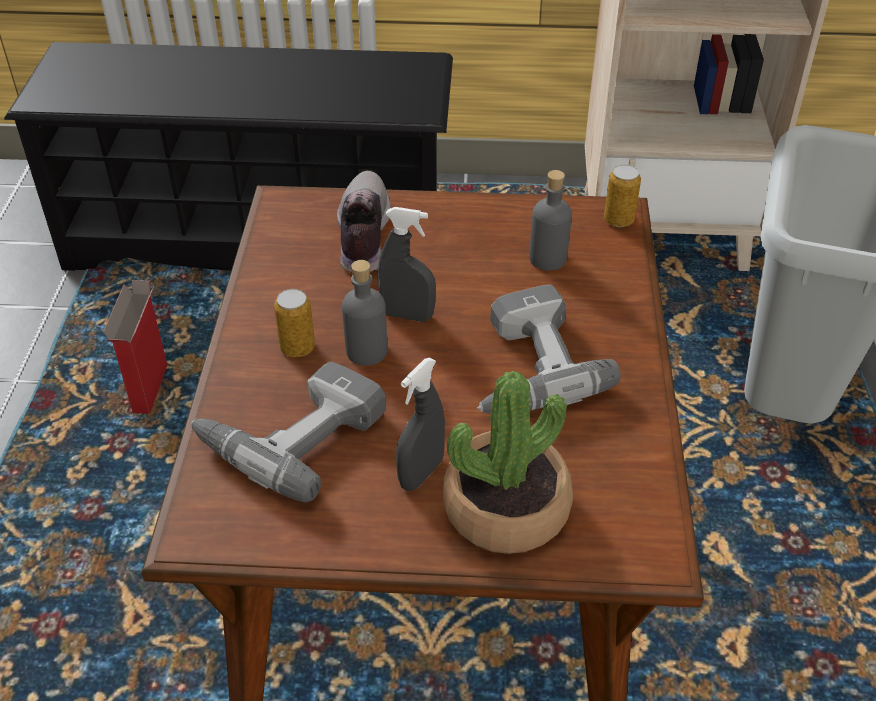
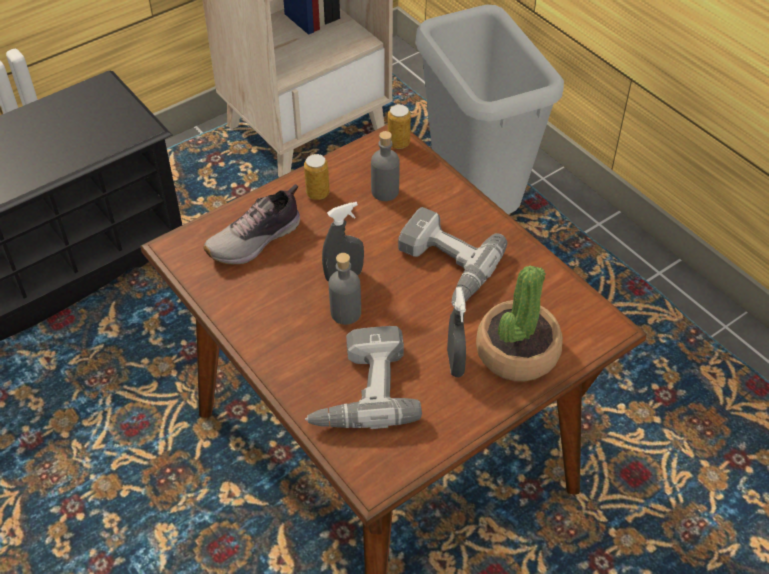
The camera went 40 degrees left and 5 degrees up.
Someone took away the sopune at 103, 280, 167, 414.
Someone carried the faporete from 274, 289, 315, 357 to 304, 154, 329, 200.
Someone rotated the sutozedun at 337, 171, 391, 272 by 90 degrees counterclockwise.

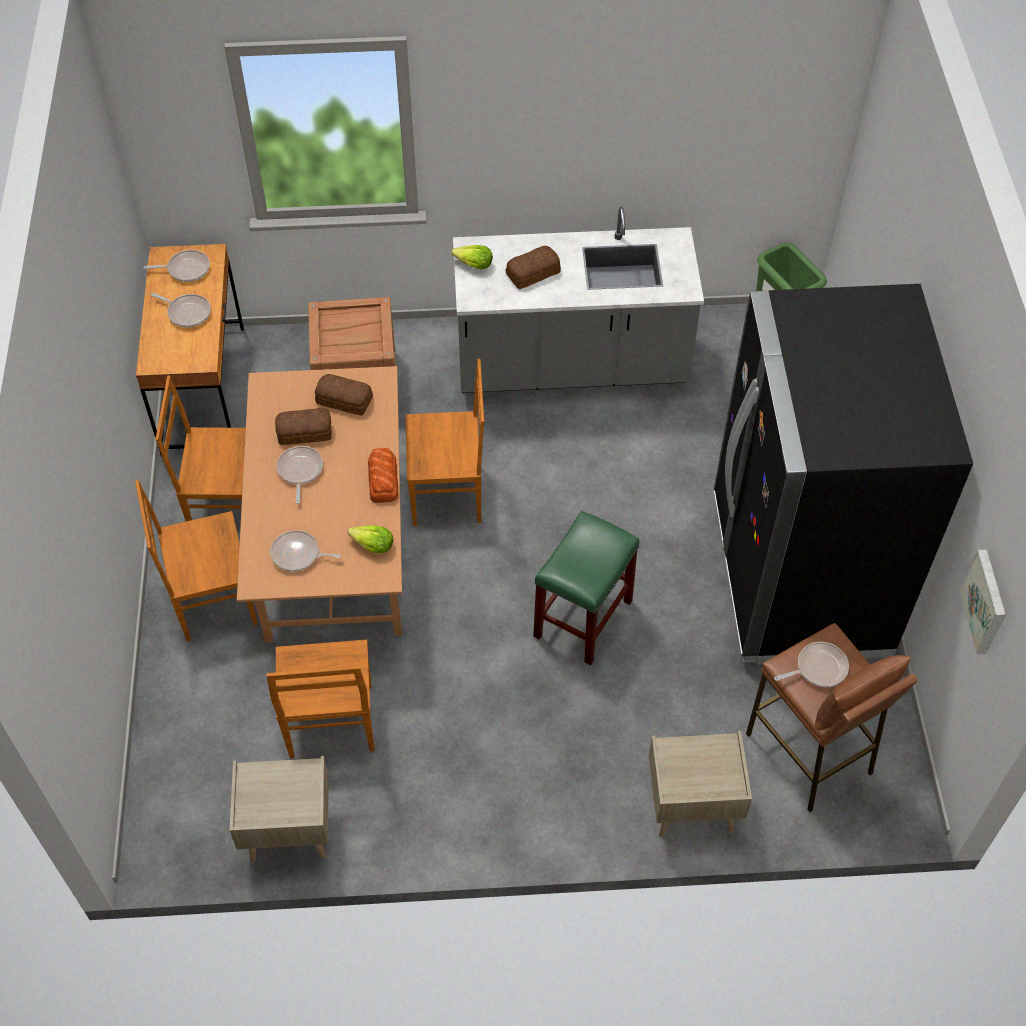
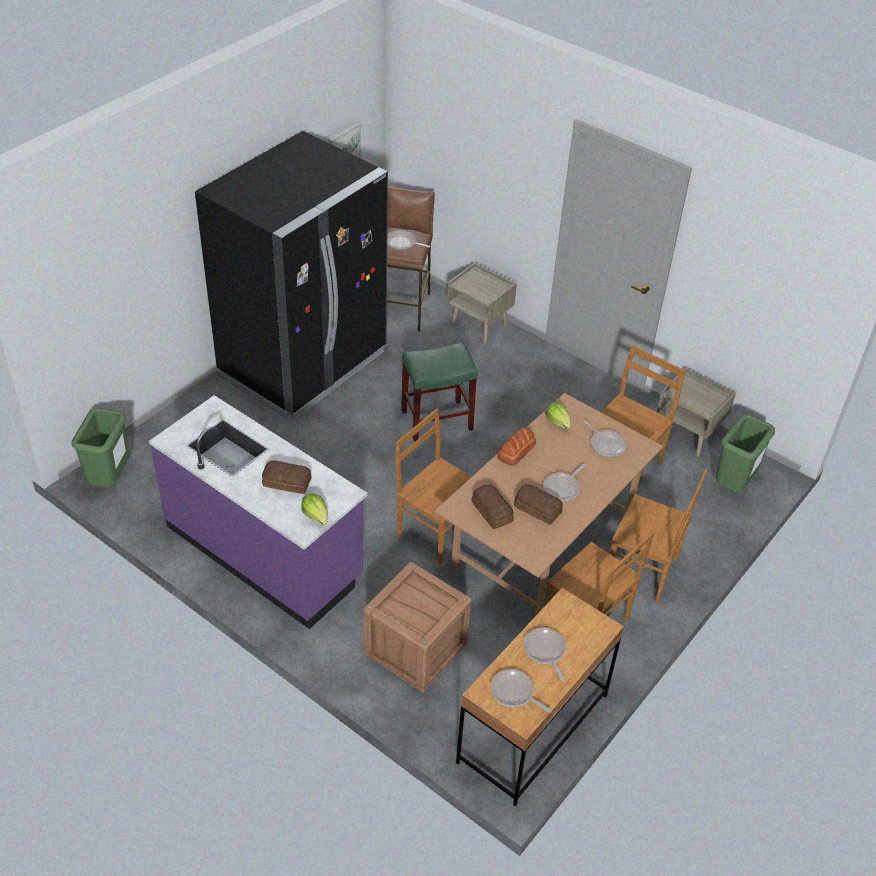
The camera went 140 degrees left and 10 degrees down.
Someone put down the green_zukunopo at 716, 414, 775, 492.
Someone repainted the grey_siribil at 453, 207, 704, 393, which became the purple_siribil at 149, 395, 368, 629.

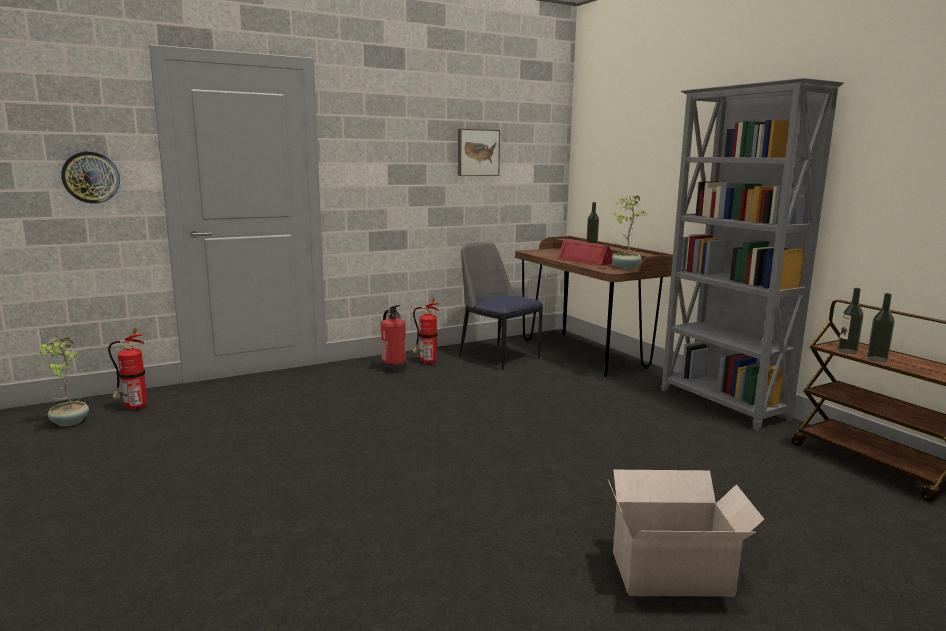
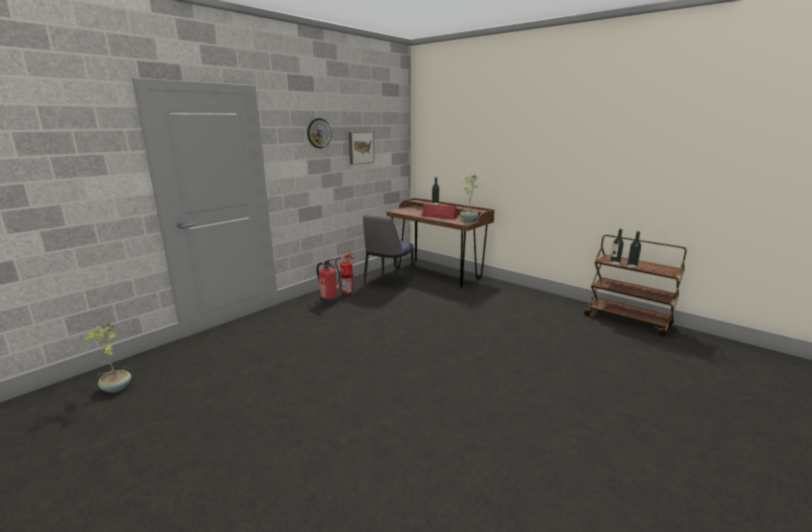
The camera went 20 degrees left and 5 degrees up.
Someone took away the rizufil at 108, 328, 147, 410.
Someone took away the sopune at 608, 470, 765, 597.
Someone took away the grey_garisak at 661, 78, 844, 431.
Someone carried the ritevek from 61, 152, 120, 204 to 307, 118, 331, 149.
Someone rotated the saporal at 459, 242, 543, 370 by 90 degrees counterclockwise.

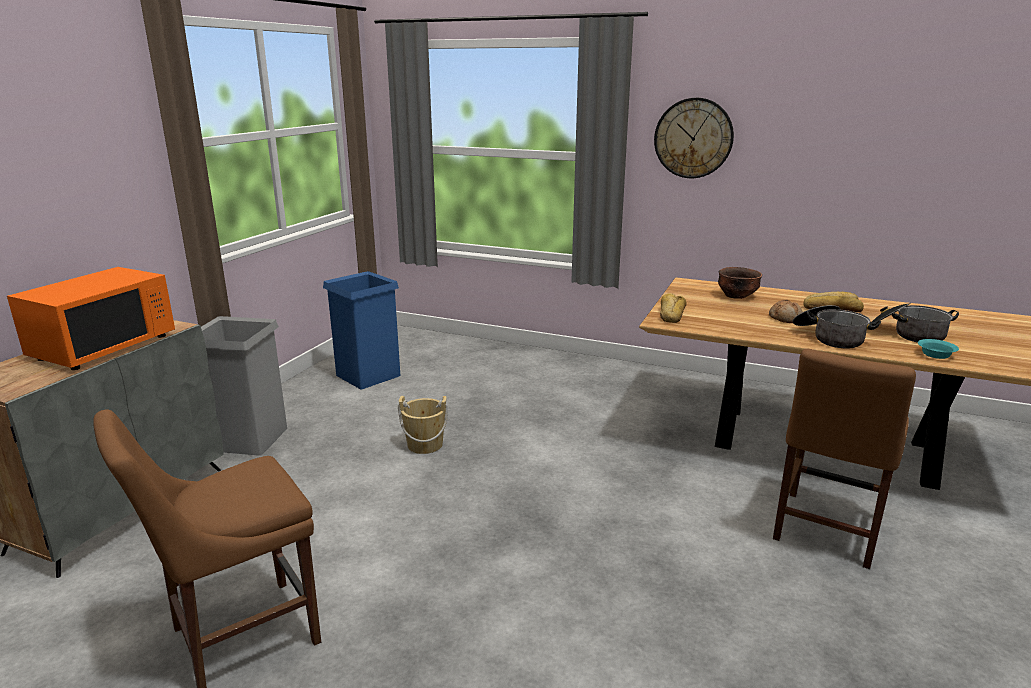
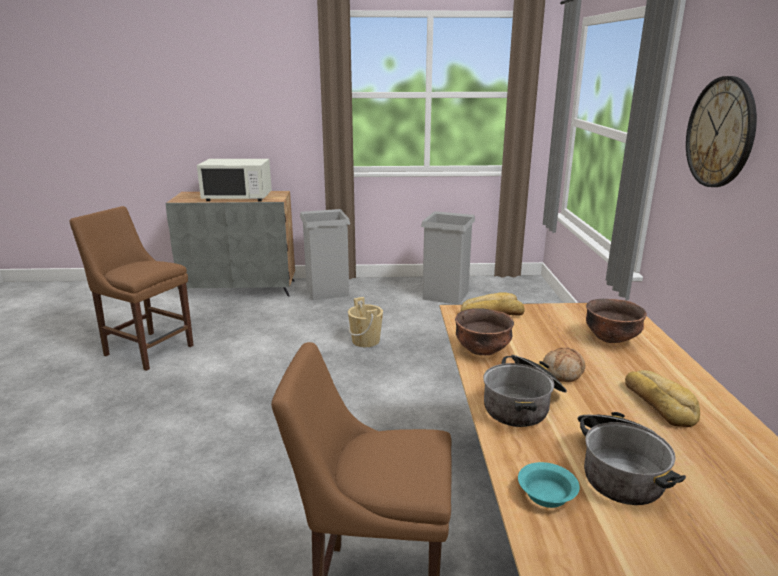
The camera went 65 degrees right and 0 degrees up.
Someone put down the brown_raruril at 455, 308, 514, 355.
Someone repainted the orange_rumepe at 7, 267, 175, 370, which became the white_rumepe at 197, 159, 272, 202.
Someone repainted the blue_zukunopo at 323, 271, 401, 389, which became the grey_zukunopo at 421, 211, 475, 305.

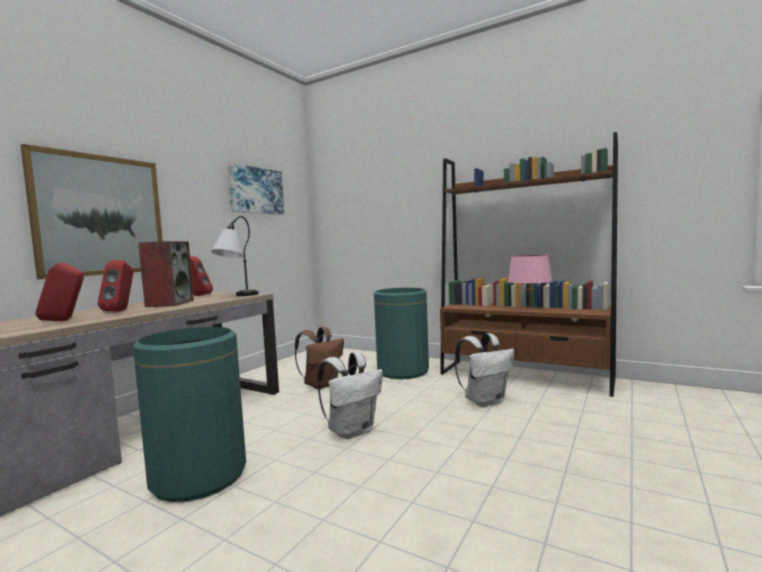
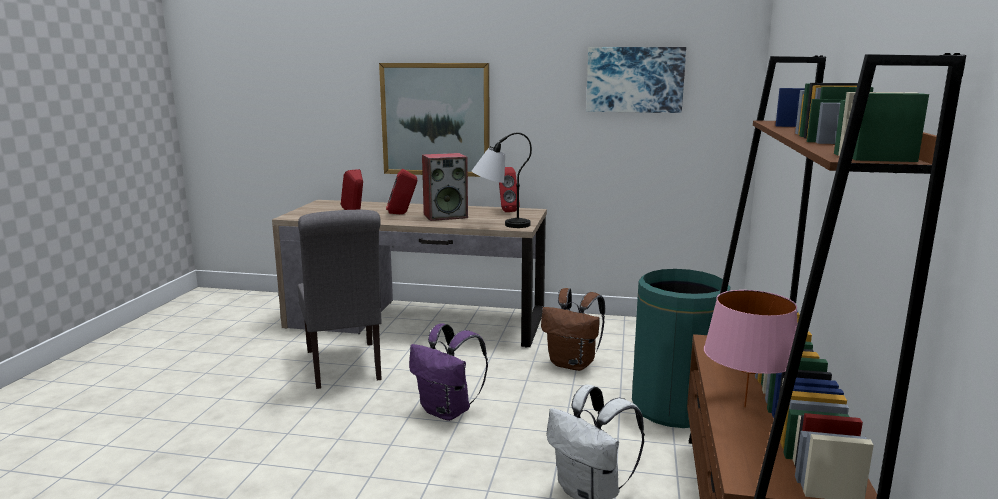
The camera went 70 degrees right and 10 degrees up.
Someone swapped the green_zukunopo at 133, 327, 246, 502 for the grey_saporal at 298, 210, 382, 389.
Someone repainted the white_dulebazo at 317, 352, 383, 439, which became the purple_dulebazo at 409, 323, 488, 421.

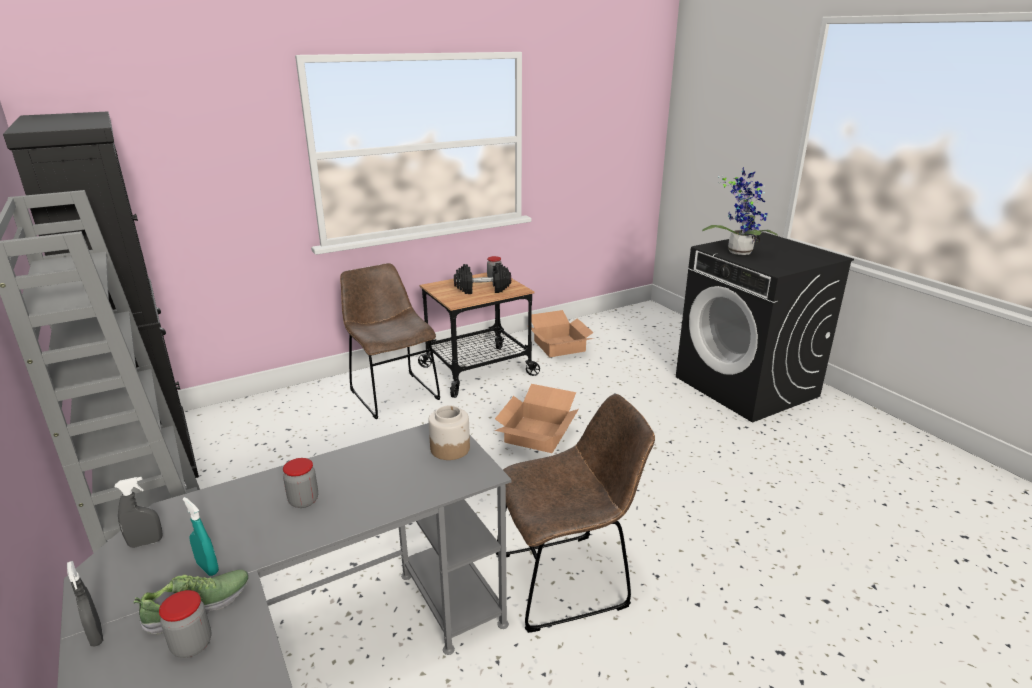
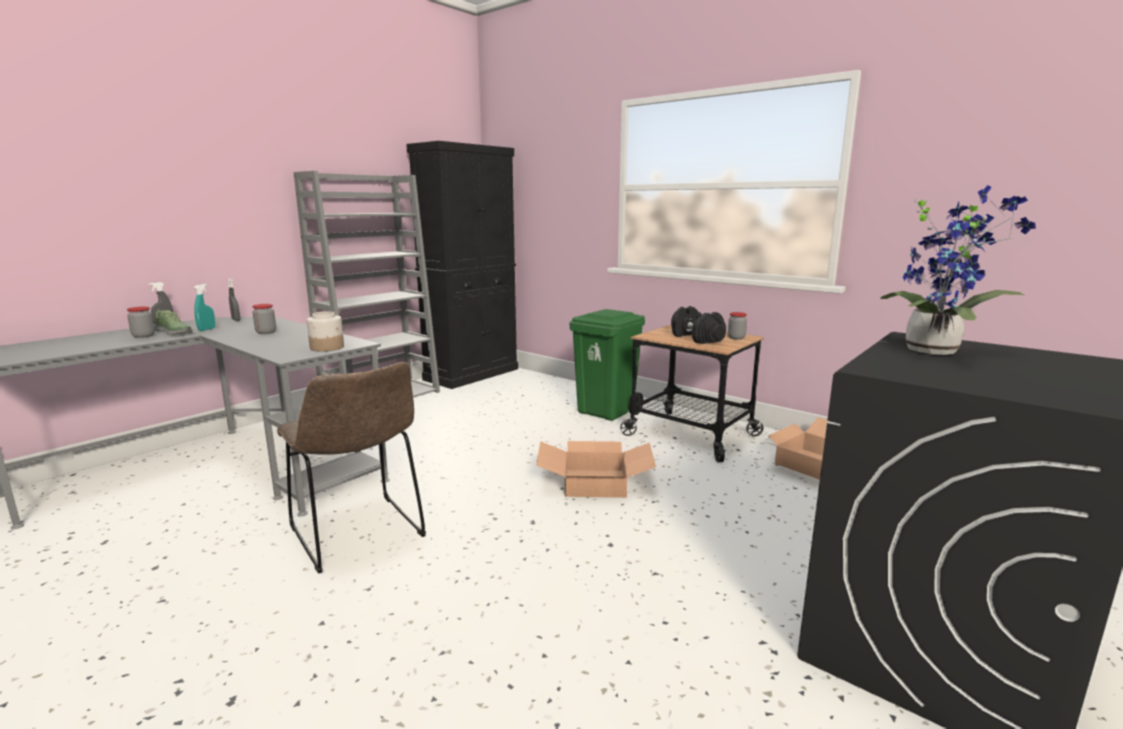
The camera went 70 degrees right and 10 degrees down.
Someone swapped the brown_saporal at 340, 263, 440, 419 for the green_zukunopo at 569, 309, 645, 421.

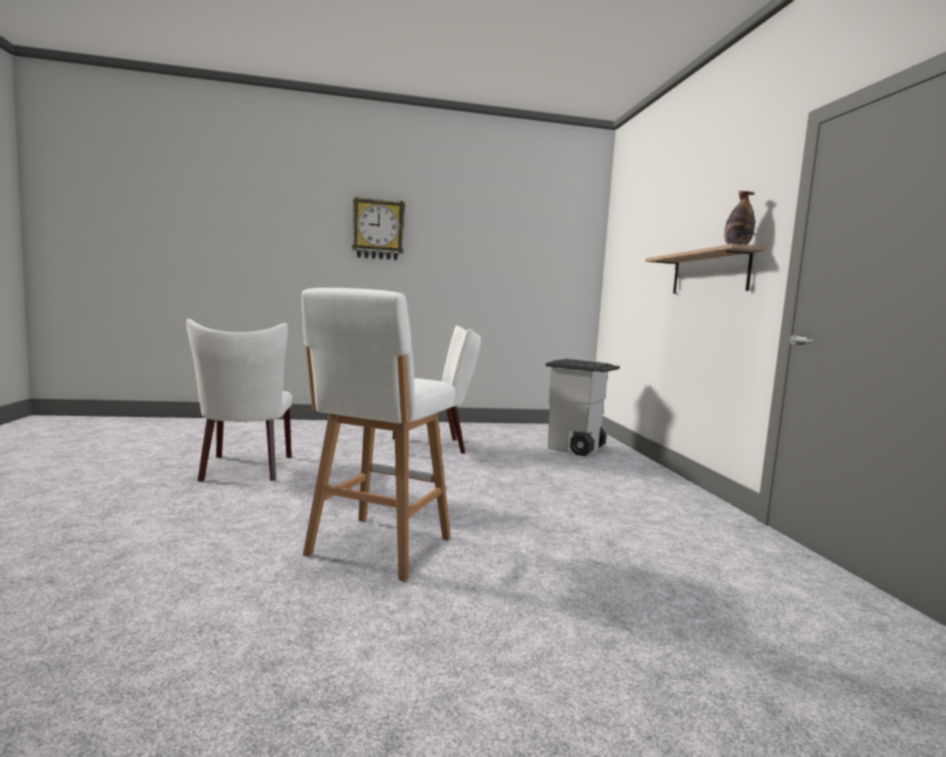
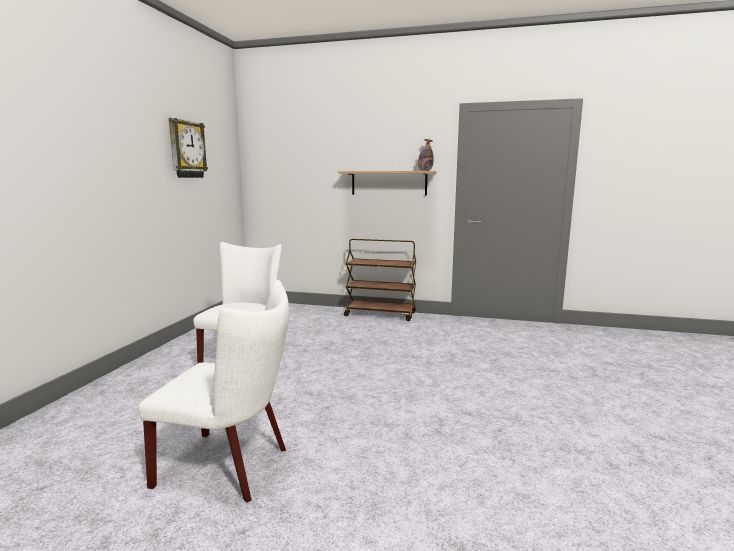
The camera went 65 degrees left and 5 degrees up.
Someone took away the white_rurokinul at 302, 288, 455, 582.
Someone took away the grey_zukunopo at 546, 359, 620, 456.
Someone put down the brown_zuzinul at 344, 239, 416, 321.
Someone carried the ritevek from 352, 197, 405, 260 to 169, 118, 208, 178.

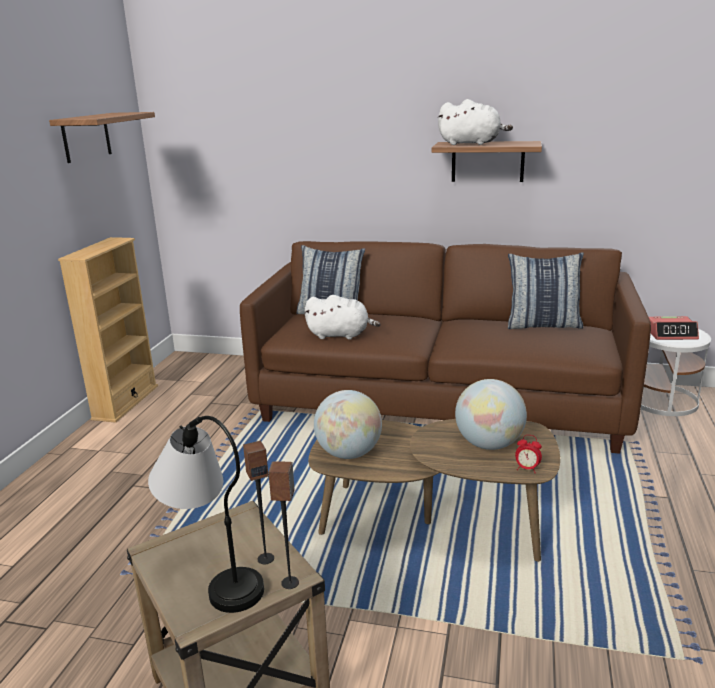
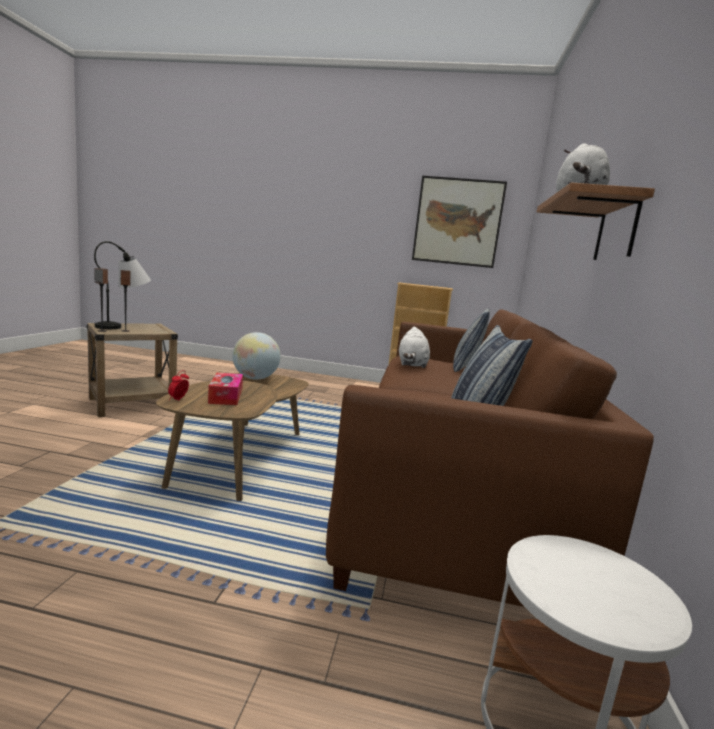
The camera went 85 degrees right and 10 degrees down.
Someone took away the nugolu at 649, 316, 699, 340.
Someone swapped the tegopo at 49, 112, 155, 163 for the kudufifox at 412, 176, 507, 268.
Someone swapped the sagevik at 455, 379, 527, 450 for the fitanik at 208, 373, 243, 405.

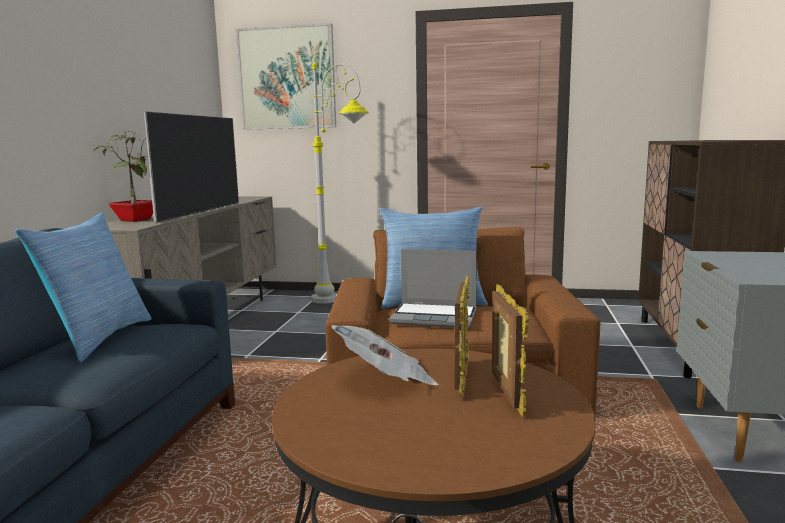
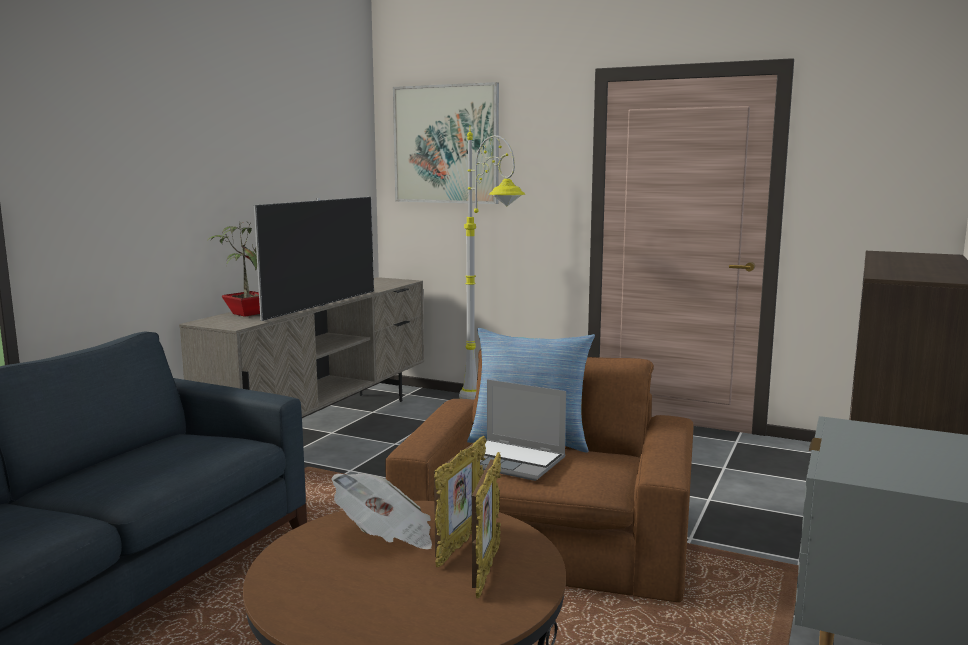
The camera went 15 degrees right and 0 degrees up.
Someone took away the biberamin at 15, 212, 152, 362.

